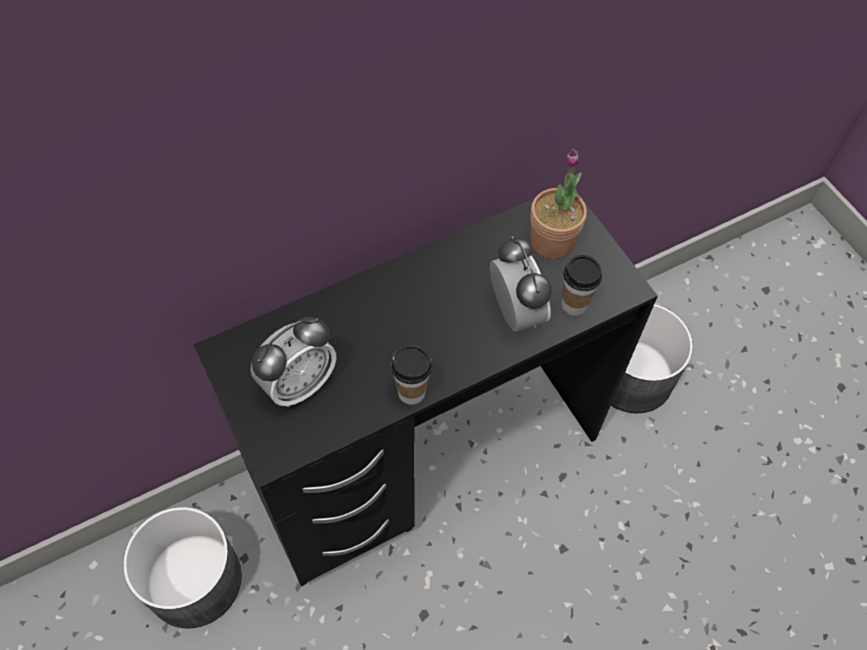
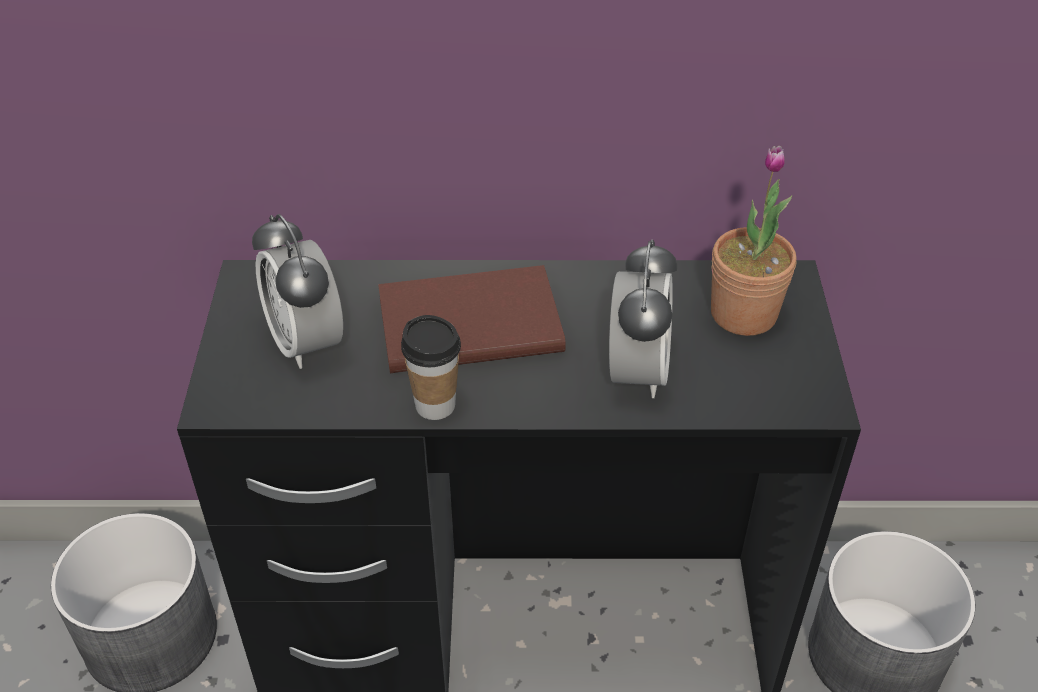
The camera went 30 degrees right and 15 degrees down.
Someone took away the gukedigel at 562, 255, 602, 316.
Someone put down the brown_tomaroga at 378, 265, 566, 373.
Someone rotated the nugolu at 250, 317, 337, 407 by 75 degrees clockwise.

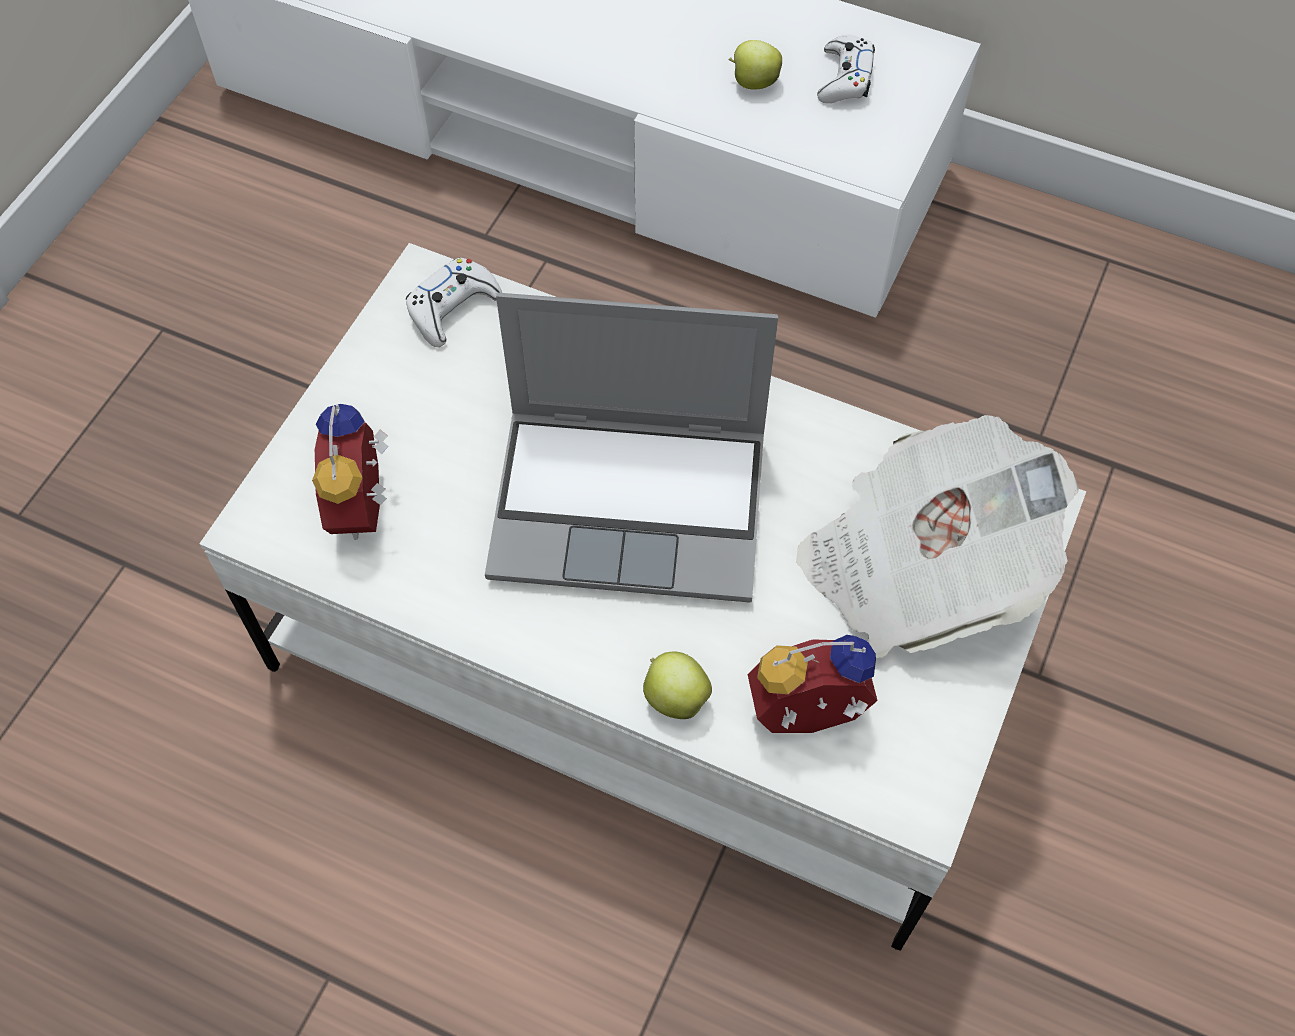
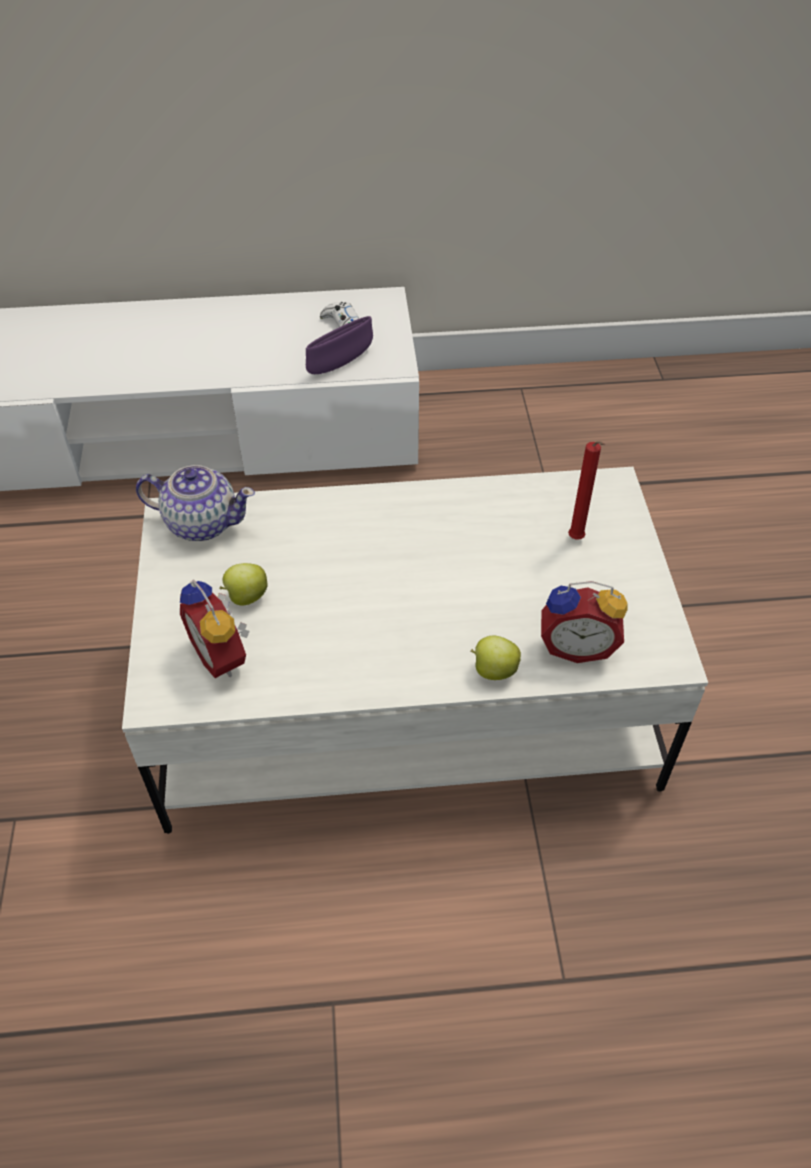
The camera went 30 degrees left and 10 degrees down.
Someone took away the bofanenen at 485, 293, 778, 603.
Someone put down the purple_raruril at 306, 316, 373, 374.
Someone carried the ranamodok from 729, 40, 782, 90 to 219, 563, 268, 605.
Someone swapped the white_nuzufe at 406, 258, 502, 347 for the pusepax at 136, 465, 255, 541.
Someone swapped the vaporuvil at 796, 415, 1078, 658 for the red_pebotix at 568, 441, 605, 540.
Someone rotated the nugolu at 748, 635, 878, 733 by 135 degrees counterclockwise.

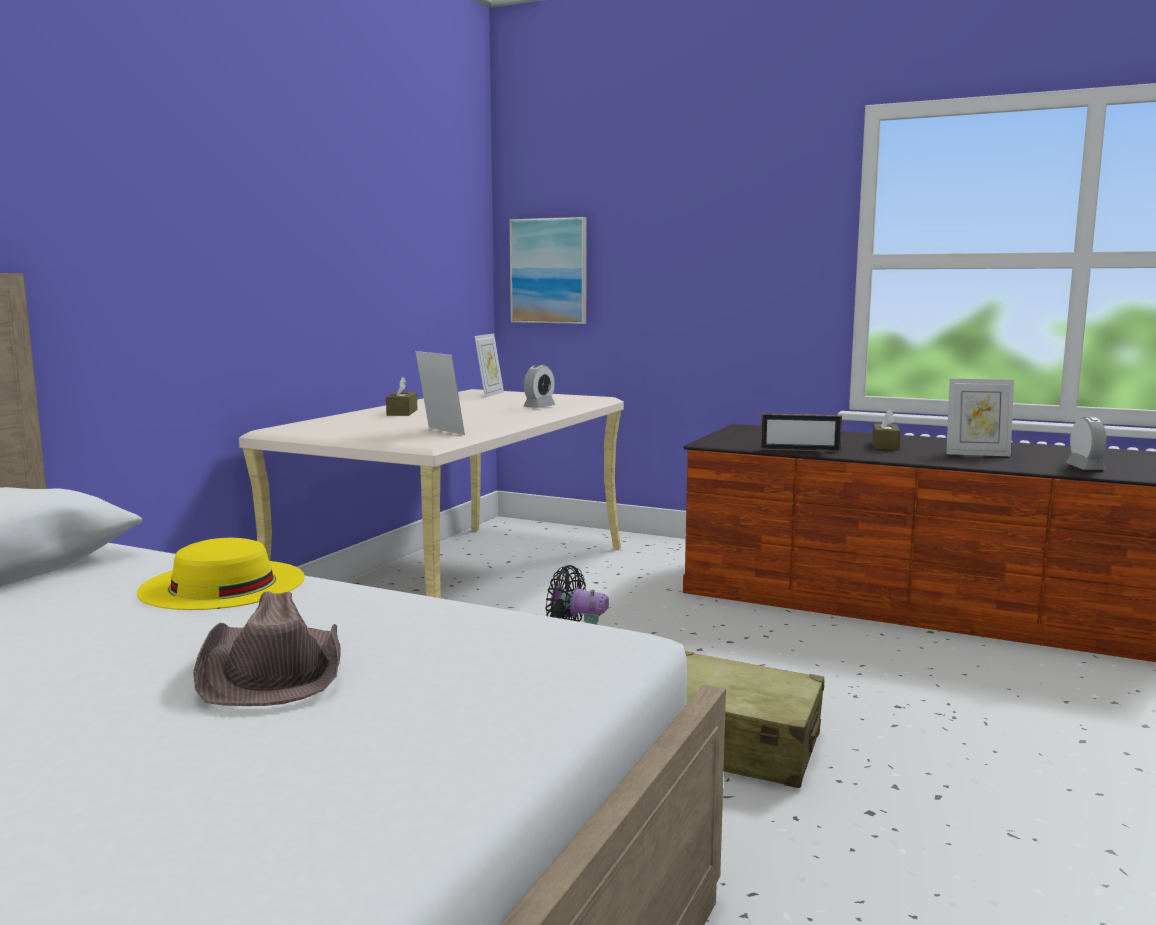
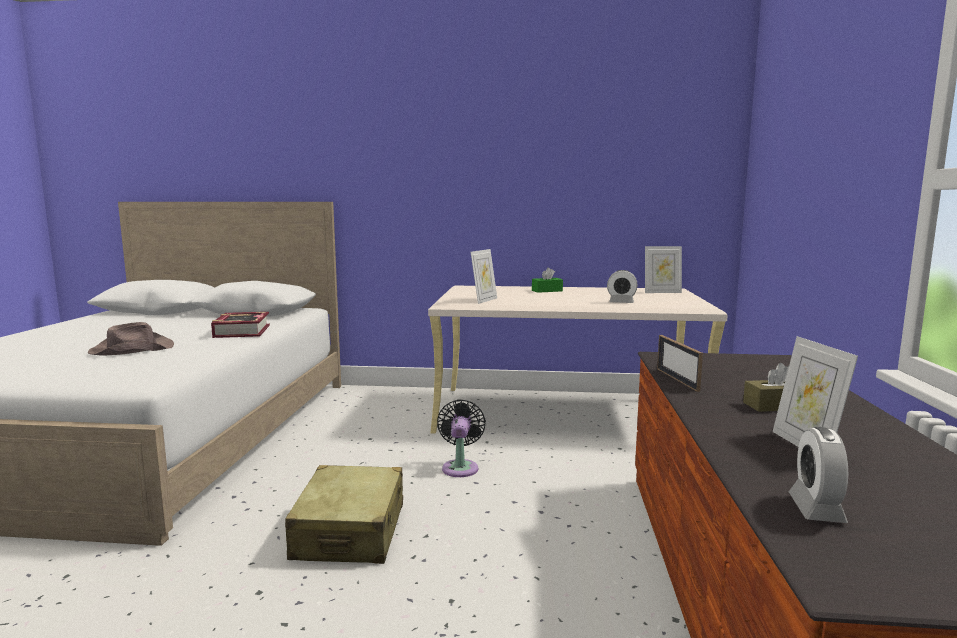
The camera went 70 degrees right and 0 degrees up.
Someone took away the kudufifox at 509, 217, 587, 324.
Someone swapped the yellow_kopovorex at 137, 538, 305, 610 for the tomaroga at 211, 312, 270, 338.
Someone repainted the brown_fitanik at 386, 377, 418, 416, which became the green_fitanik at 532, 268, 563, 293.
Someone rotated the nugolu at 1066, 416, 1107, 470 by 120 degrees clockwise.

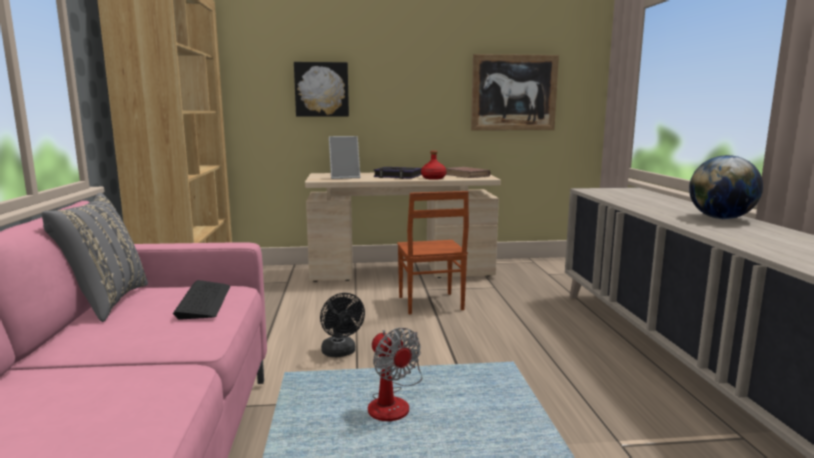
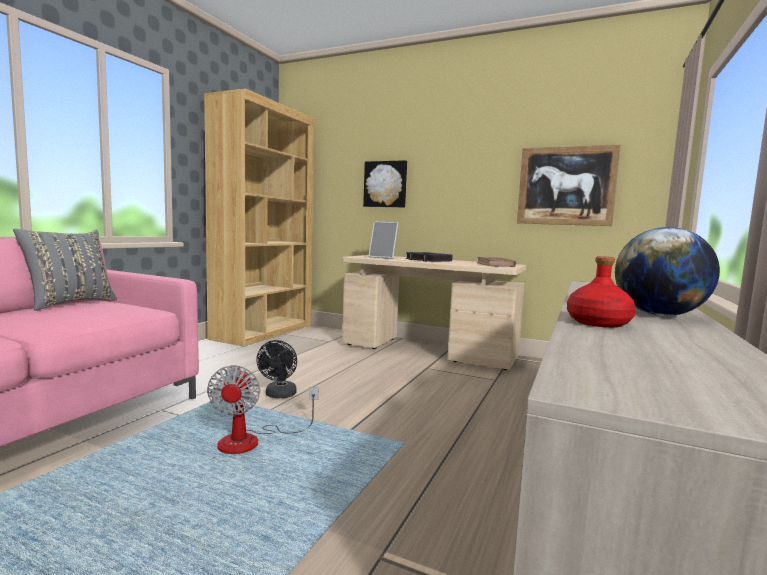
The camera went 30 degrees right and 5 degrees down.
Someone took away the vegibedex at 173, 280, 230, 320.
Someone took away the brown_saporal at 397, 191, 469, 314.
Someone carried the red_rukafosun from 421, 151, 446, 180 to 567, 256, 636, 328.

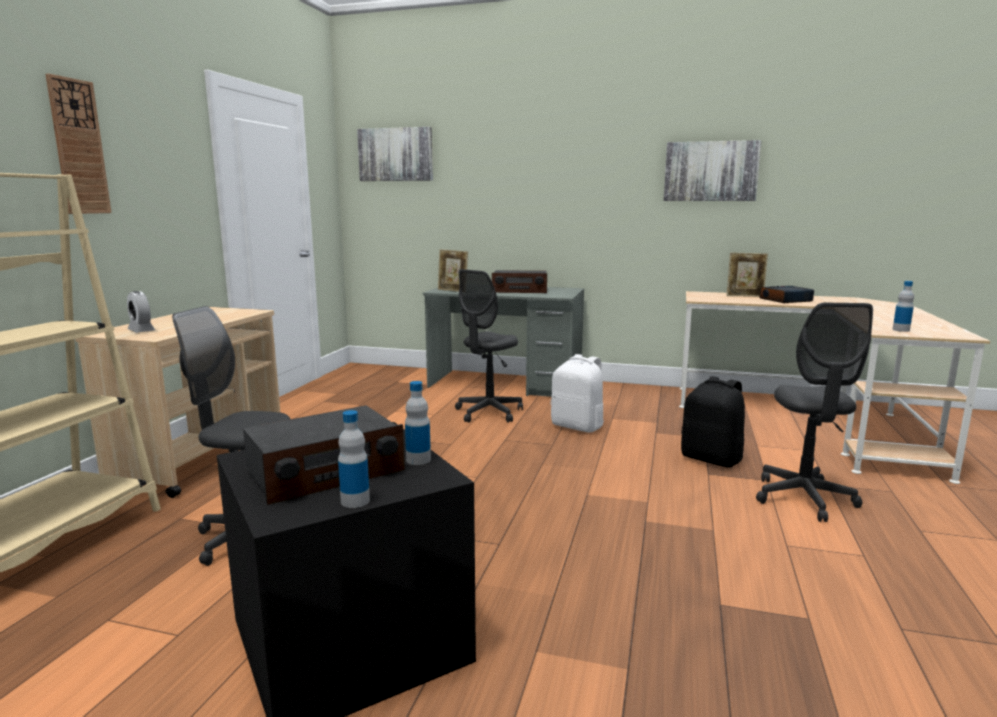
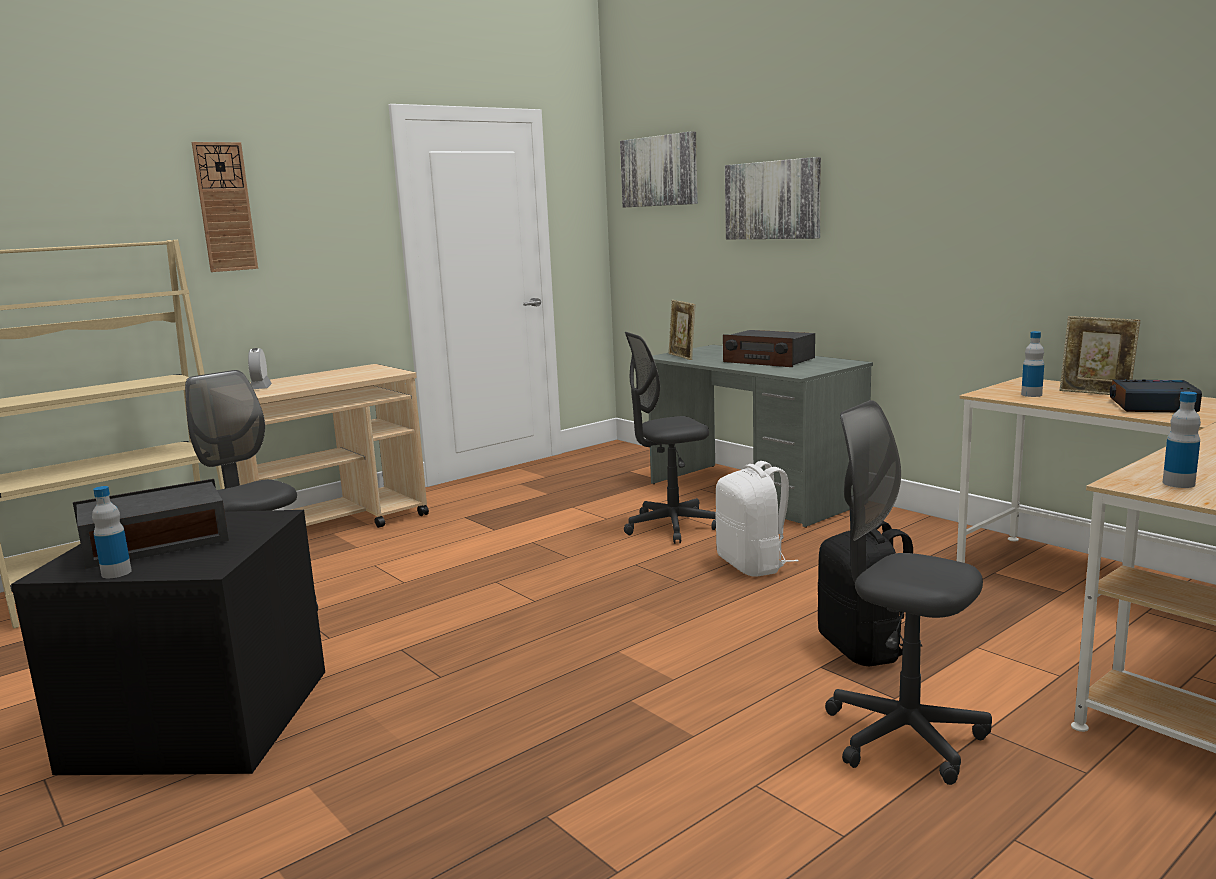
The camera went 35 degrees right and 0 degrees up.
Someone carried the rukafosun from 405, 381, 431, 465 to 1021, 331, 1044, 397.
Someone carried the kudufifox from 663, 140, 762, 201 to 725, 157, 821, 239.
Someone rotated the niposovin at 243, 405, 405, 505 by 150 degrees clockwise.
Someone rotated the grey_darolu at 756, 303, 873, 522 by 90 degrees clockwise.

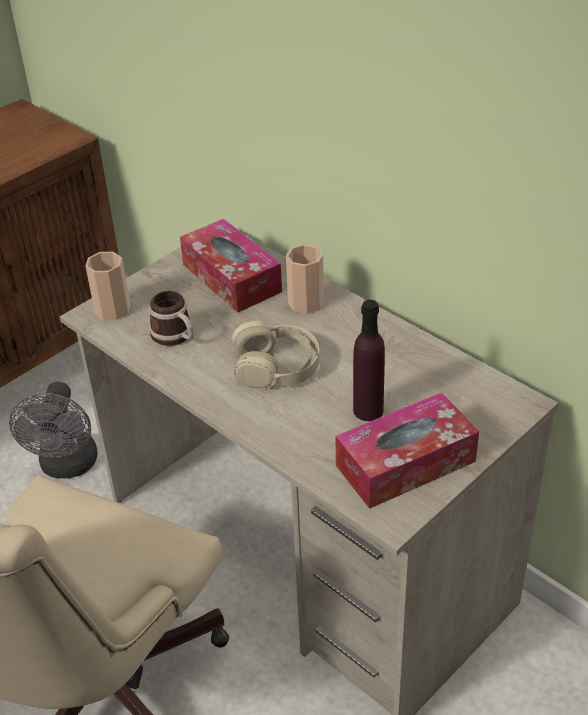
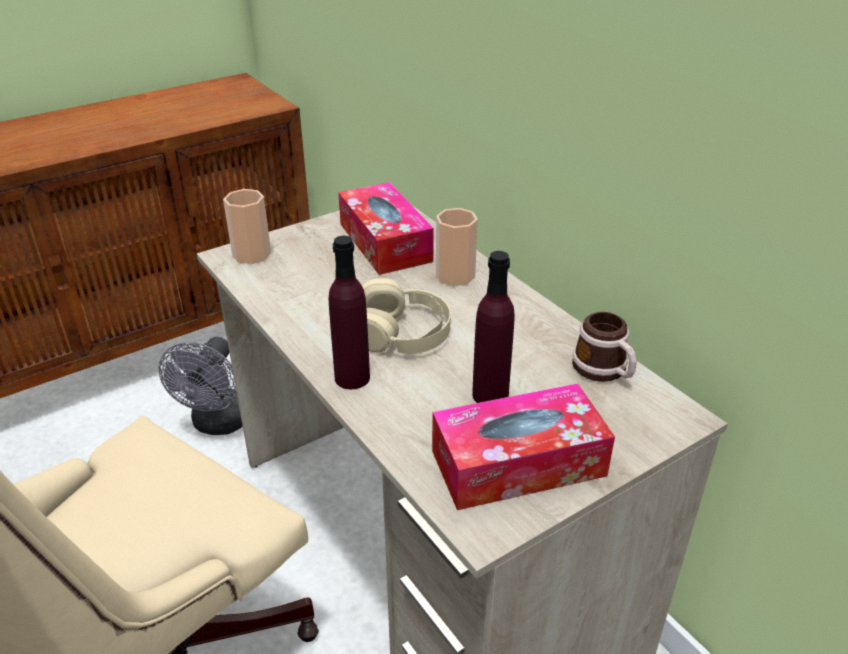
The camera went 10 degrees right and 5 degrees down.
Someone put down the purple_rukafosun at 329, 236, 370, 389.
Someone carried the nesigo from 149, 291, 194, 346 to 572, 312, 637, 382.

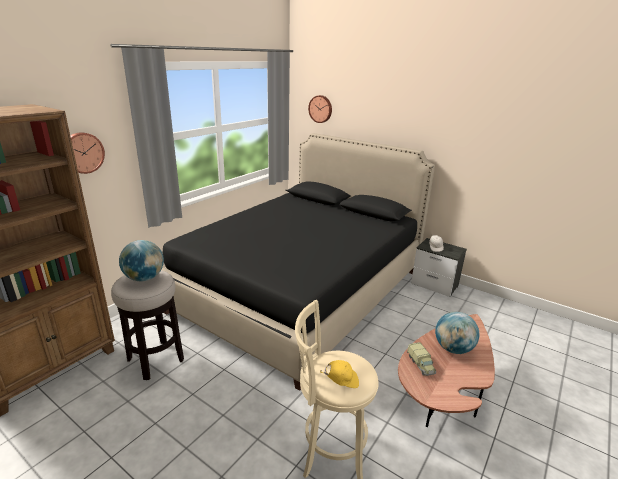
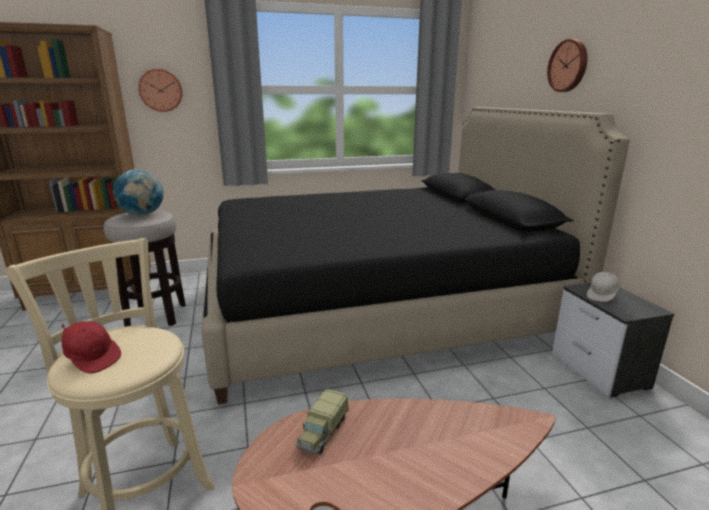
The camera went 40 degrees right and 5 degrees down.
Someone took away the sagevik at 435, 312, 479, 354.
Someone carried the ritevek from 308, 95, 332, 123 to 547, 39, 587, 92.
Someone repainted the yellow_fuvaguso at 320, 360, 359, 388, which became the red_fuvaguso at 61, 321, 121, 374.

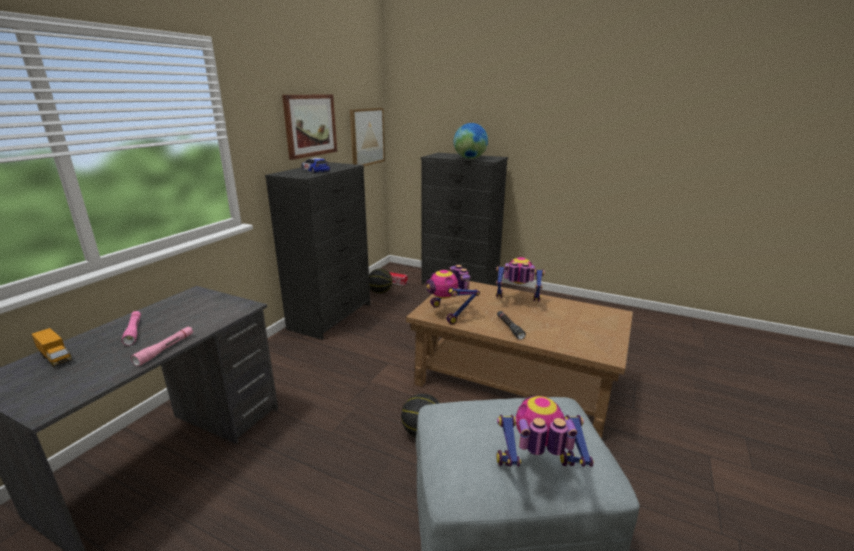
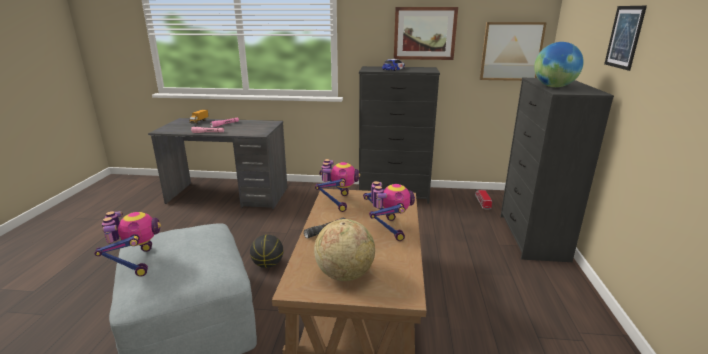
The camera went 70 degrees right and 0 degrees up.
Someone took away the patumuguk at 369, 269, 392, 294.
Someone put down the sagevik at 314, 219, 375, 281.
Someone put up the kudufifox at 604, 6, 647, 71.
Someone rotated the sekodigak at 426, 265, 480, 324 by 135 degrees clockwise.

